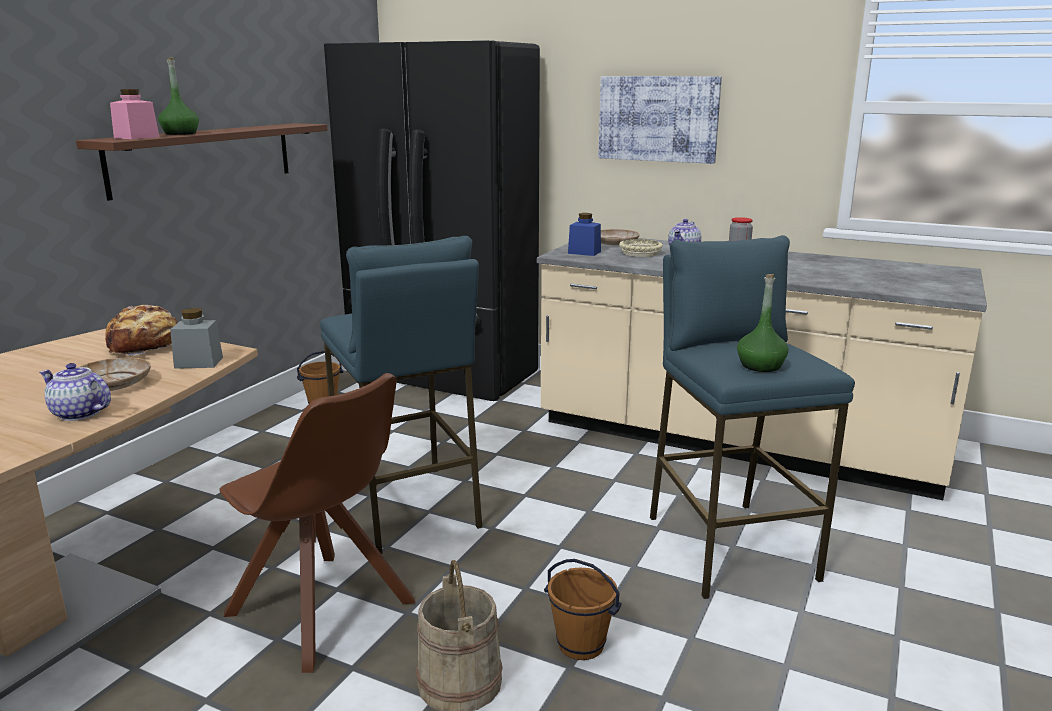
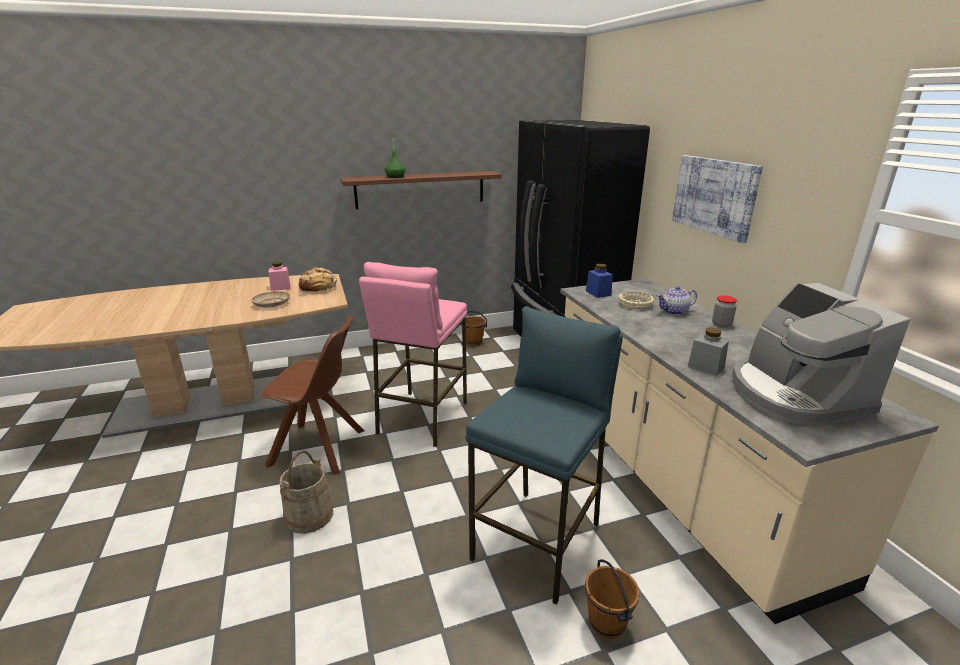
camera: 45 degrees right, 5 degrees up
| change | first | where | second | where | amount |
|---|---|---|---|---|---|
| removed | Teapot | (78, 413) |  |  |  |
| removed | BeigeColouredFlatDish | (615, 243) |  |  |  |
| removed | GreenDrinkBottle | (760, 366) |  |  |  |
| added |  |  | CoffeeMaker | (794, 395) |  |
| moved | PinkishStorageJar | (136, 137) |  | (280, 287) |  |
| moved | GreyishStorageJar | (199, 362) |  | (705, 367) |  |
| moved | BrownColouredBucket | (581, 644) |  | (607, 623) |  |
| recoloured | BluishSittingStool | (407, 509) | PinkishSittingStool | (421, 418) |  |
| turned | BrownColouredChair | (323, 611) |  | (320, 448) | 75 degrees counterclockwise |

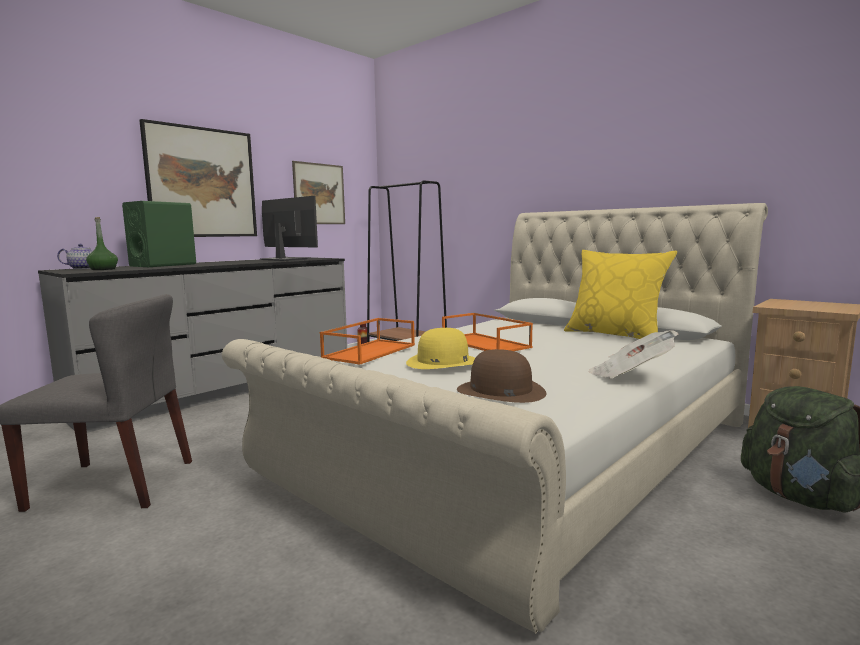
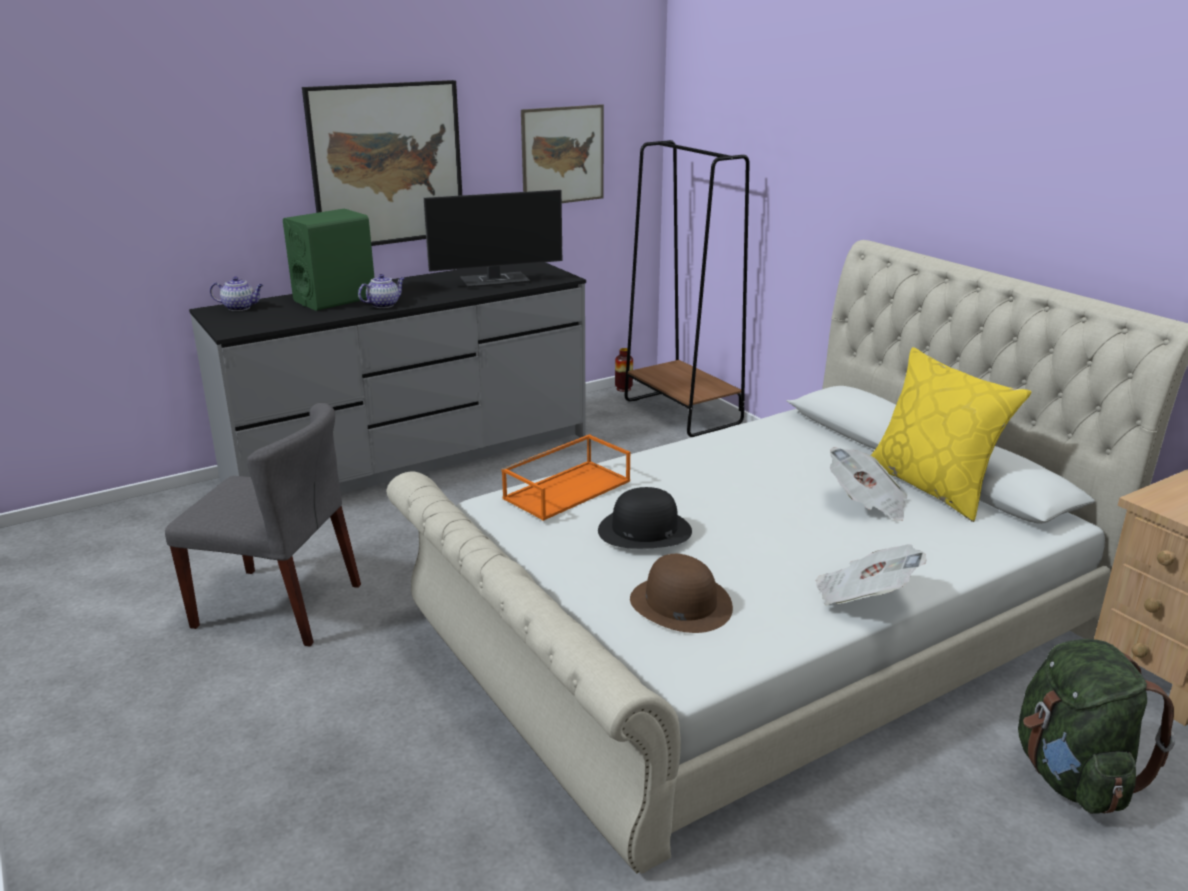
camera: 15 degrees right, 15 degrees up
| change | first | where | second | where | amount |
|---|---|---|---|---|---|
| removed | GreenDrinkBottle | (103, 269) |  |  |  |
| removed | OrangeColouredTray | (486, 343) |  |  |  |
| added |  |  | Teapot | (384, 305) |  |
| added |  |  | Newspaper | (867, 504) |  |
| recoloured | YellowColouredHat | (442, 362) | BlackHat | (644, 530) |  |
| turned | ComputerScreen | (283, 260) |  | (496, 281) | 105 degrees clockwise |

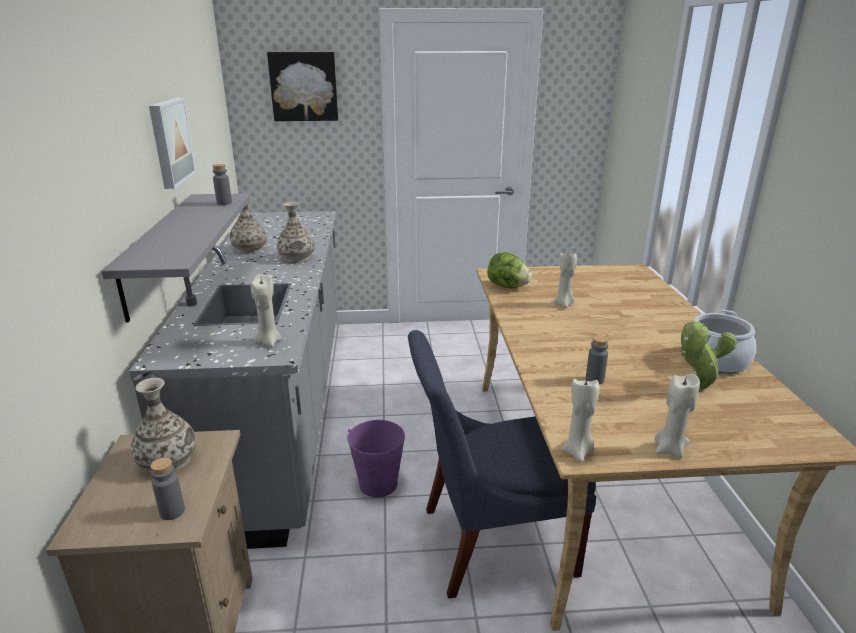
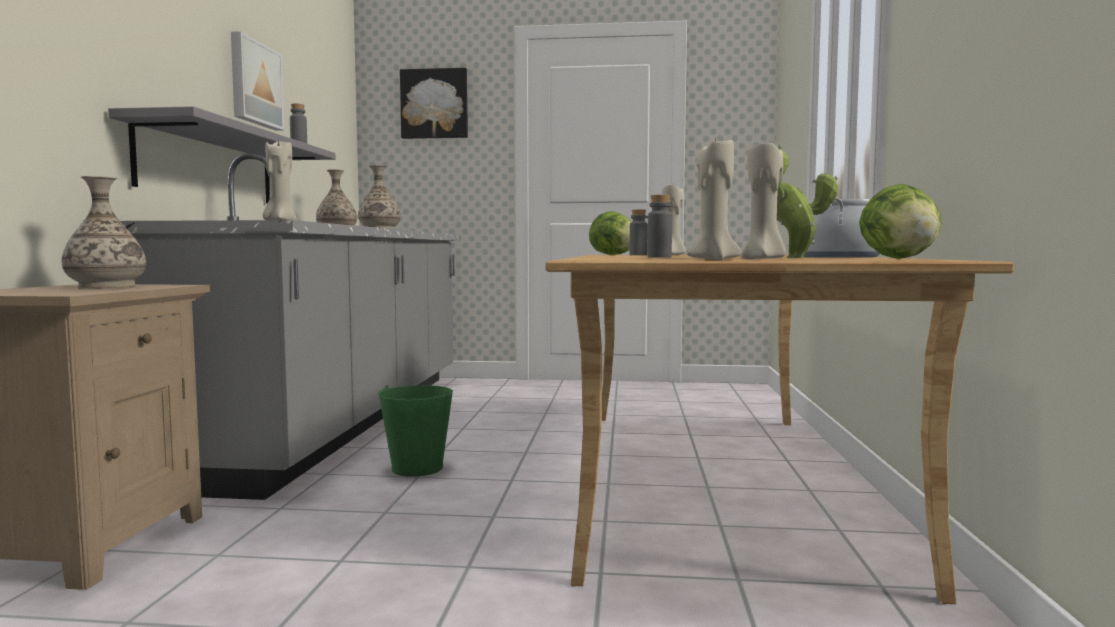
camera: 10 degrees right, 20 degrees down
| change | first | where | second | where | amount |
|---|---|---|---|---|---|
| removed | BluishChair | (490, 541) |  |  |  |
| added |  |  | Lettuce | (900, 259) |  |
| moved | GreyishDrinkBottle | (172, 511) |  | (638, 255) |  |
| moved | BeigeColouredWaxLight | (578, 452) |  | (764, 259) |  |
| recoloured | PurplishBucket | (378, 483) | GreenBucket | (417, 468) |  |

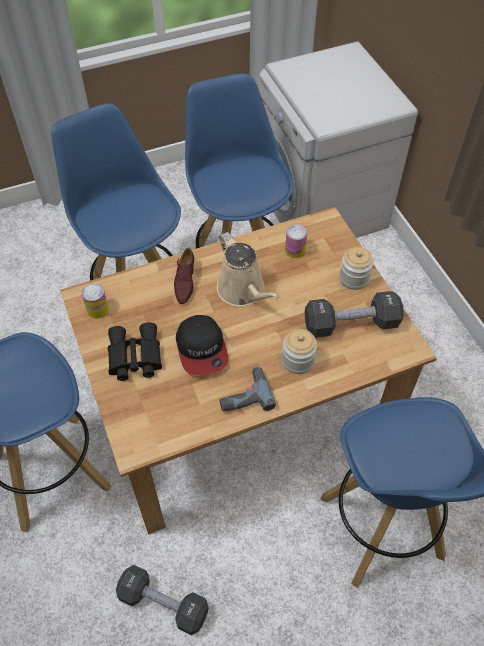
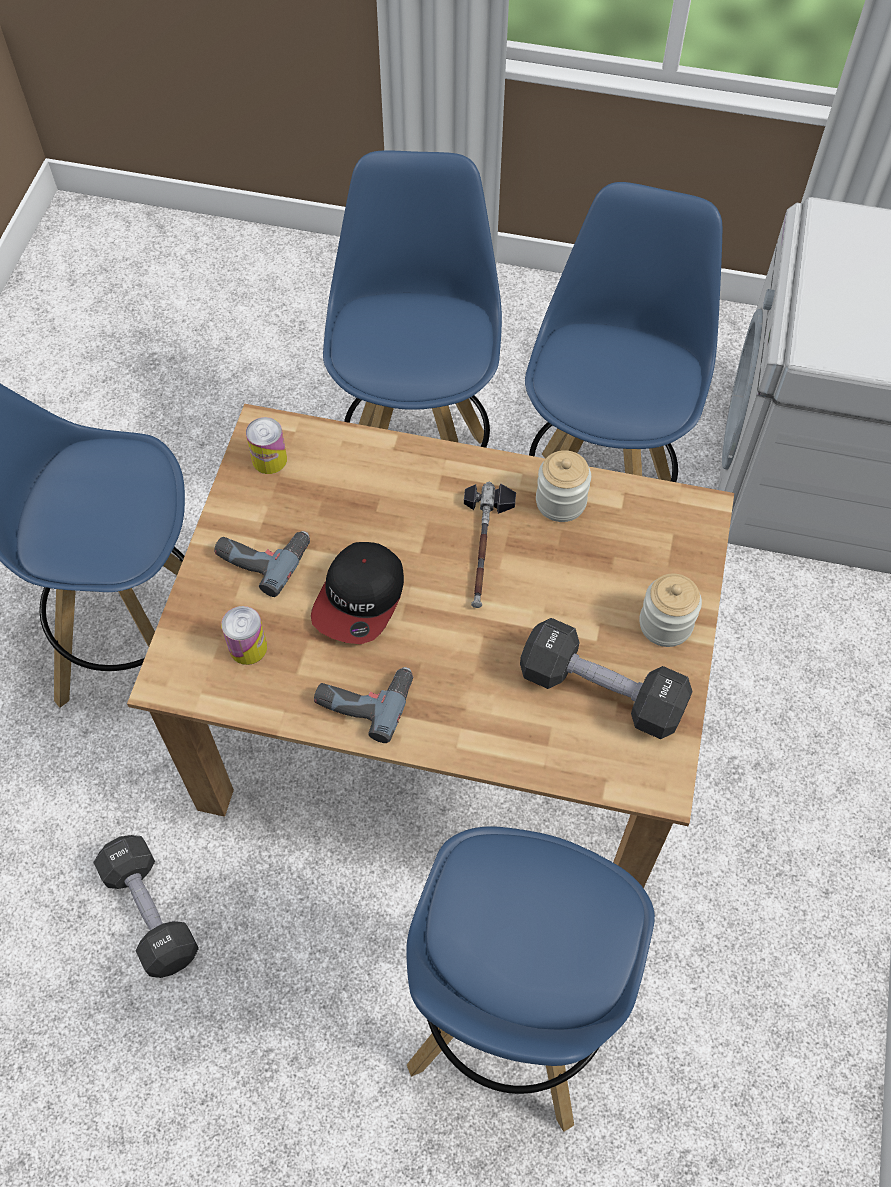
camera: 35 degrees right, 5 degrees up
| change | first | where | second | where | amount |
|---|---|---|---|---|---|
| removed | BrownColouredLowShoe | (184, 282) |  |  |  |
| moved | StorageJar | (298, 361) |  | (561, 502) |  |
| moved | MetalCan | (295, 250) |  | (248, 647) |  |
| replaced | BlackFieldGlasses | (133, 357) | Drill | (263, 555) |  |
| replaced | BeigeColouredWateringPot | (243, 291) | ToolHammer | (485, 548) |  |

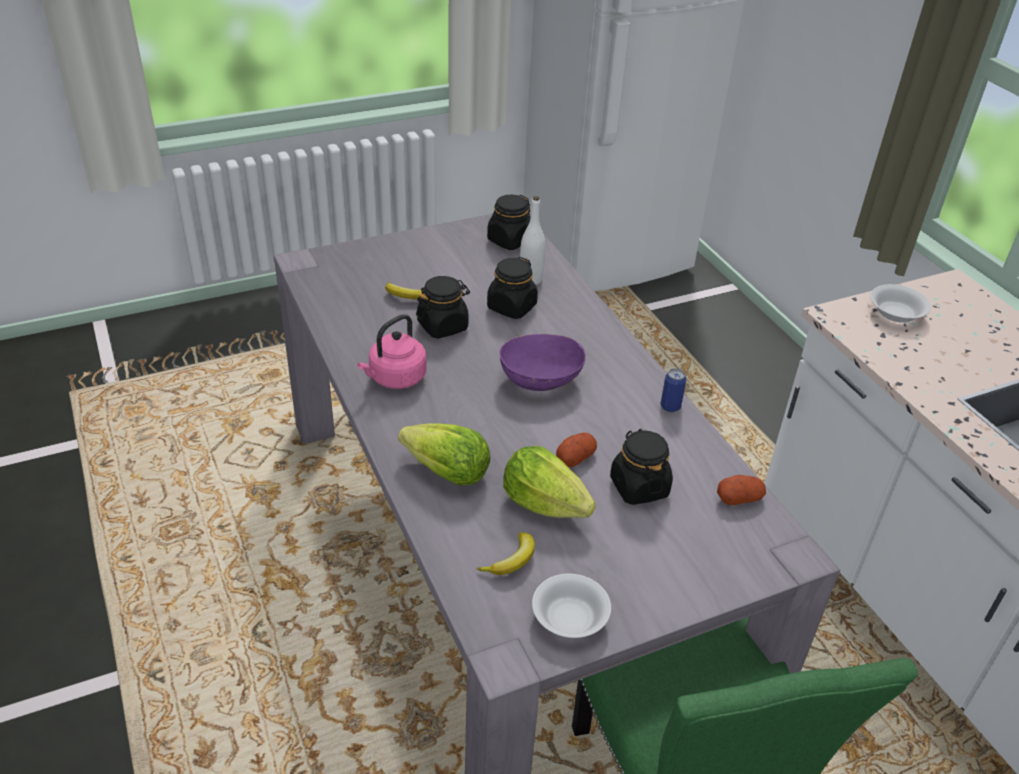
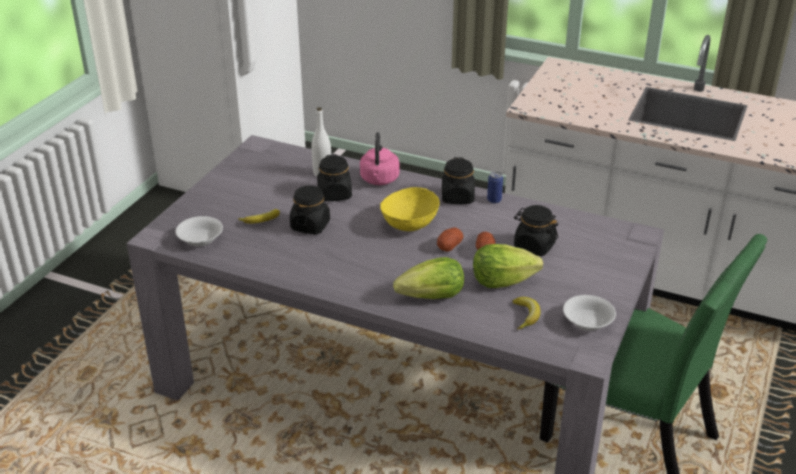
camera: 40 degrees left, 5 degrees down
| change | first | where | second | where | amount |
|---|---|---|---|---|---|
| moved | PinkishTeaKettle | (395, 378) |  | (379, 180) |  |
| moved | BlackStorageJar | (509, 240) |  | (457, 197) |  |
| moved | Spud | (739, 498) |  | (449, 246) |  |
| moved | WhiteColouredServingBowl | (896, 314) |  | (201, 239) |  |
| recoloured | PurplishServingBowl | (540, 379) | YellowColouredServingBowl | (409, 223) |  |

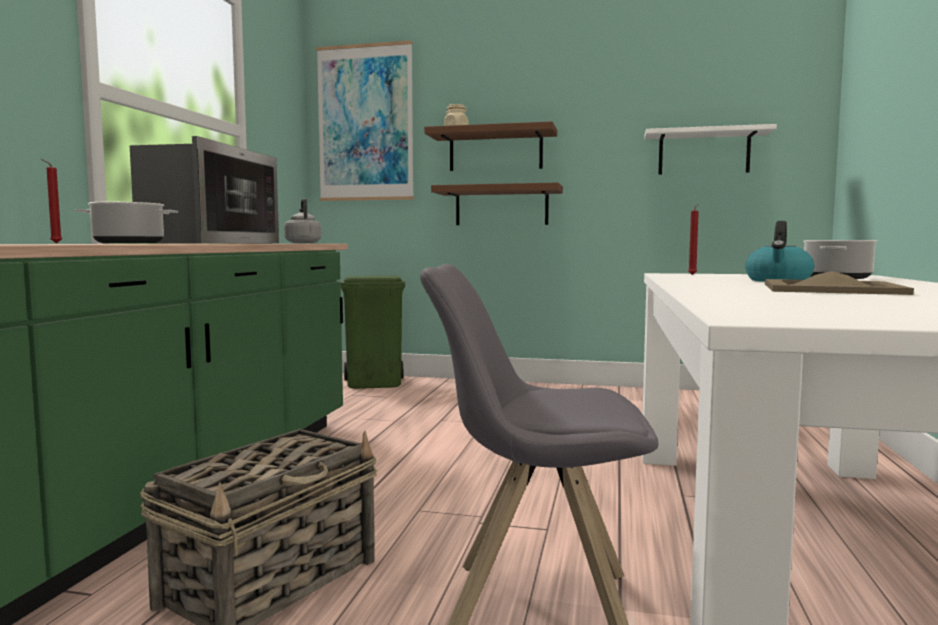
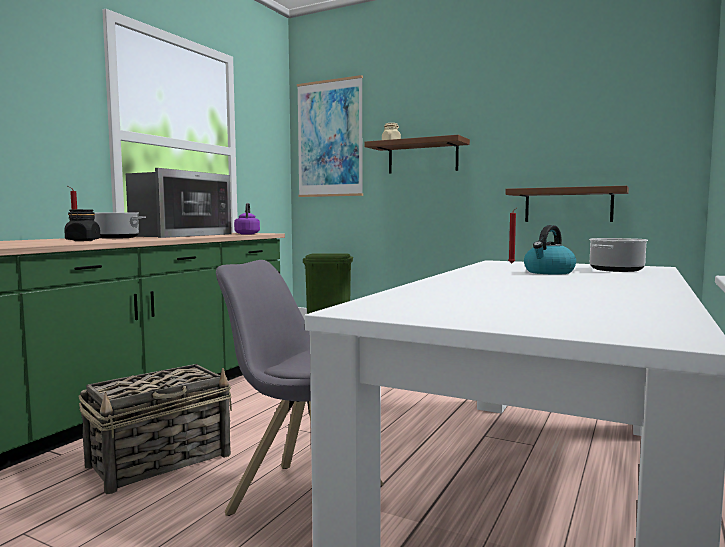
camera: 15 degrees right, 0 degrees up
| change | first | where | second | where | amount |
|---|---|---|---|---|---|
| removed | WhiteColouredShelf | (703, 153) |  |  |  |
| removed | BeigeColouredTray | (829, 289) |  |  |  |
| added |  |  | BlackStorageJar | (83, 240) |  |
| moved | BrownColouredShelf | (501, 206) |  | (568, 205) |  |
| recoloured | GreyishTeaKettle | (303, 243) | PurplishTeaKettle | (247, 234) |  |

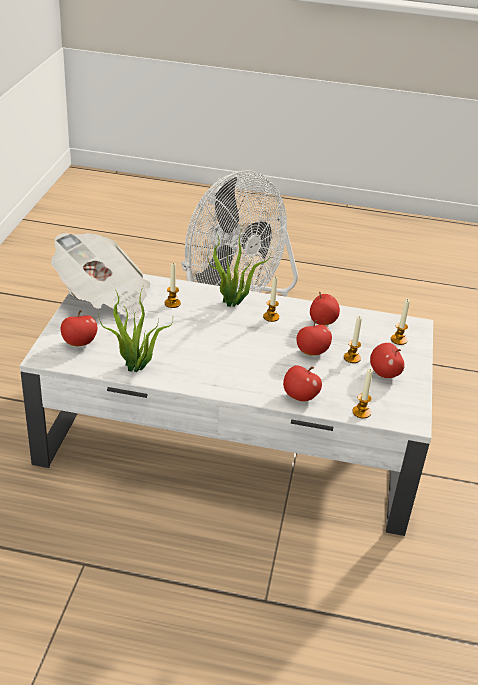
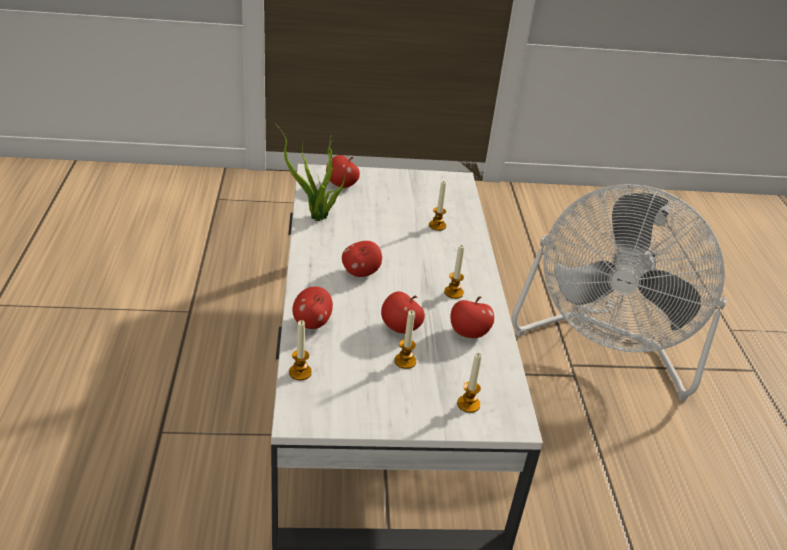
camera: 75 degrees right, 0 degrees up
| change | first | where | second | where | amount |
|---|---|---|---|---|---|
| removed | Newspaper | (104, 297) |  |  |  |
| removed | PlantInAPot | (232, 304) |  |  |  |
| moved | Apple | (384, 373) |  | (360, 273) |  |

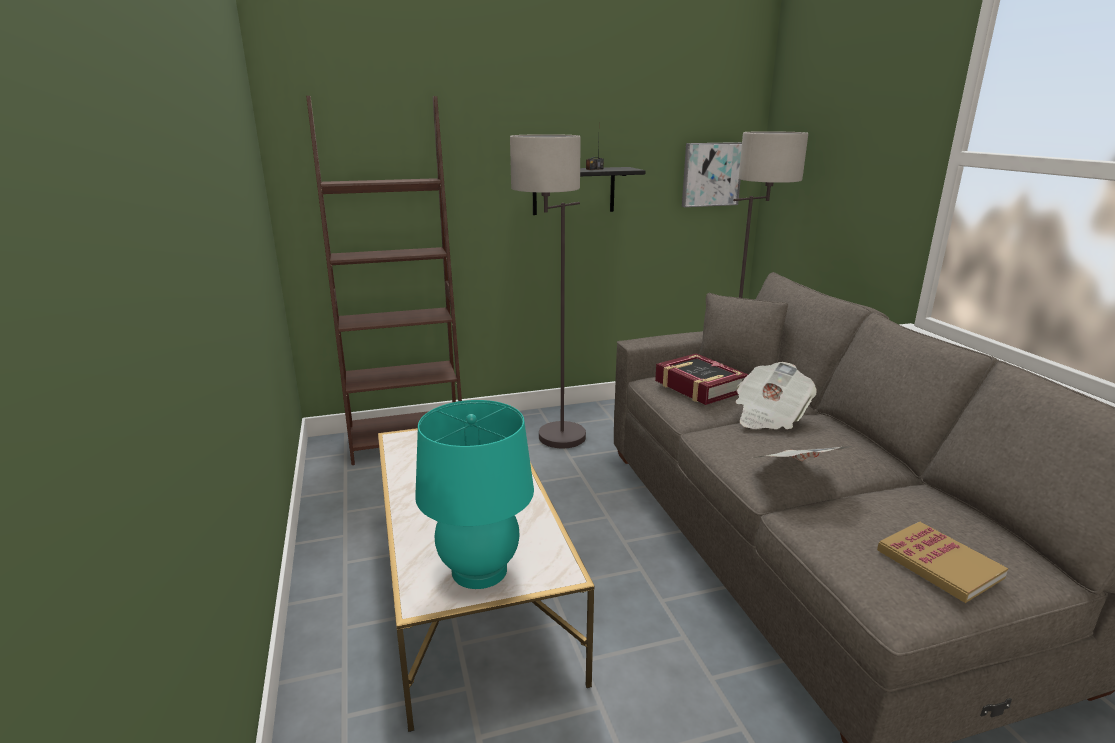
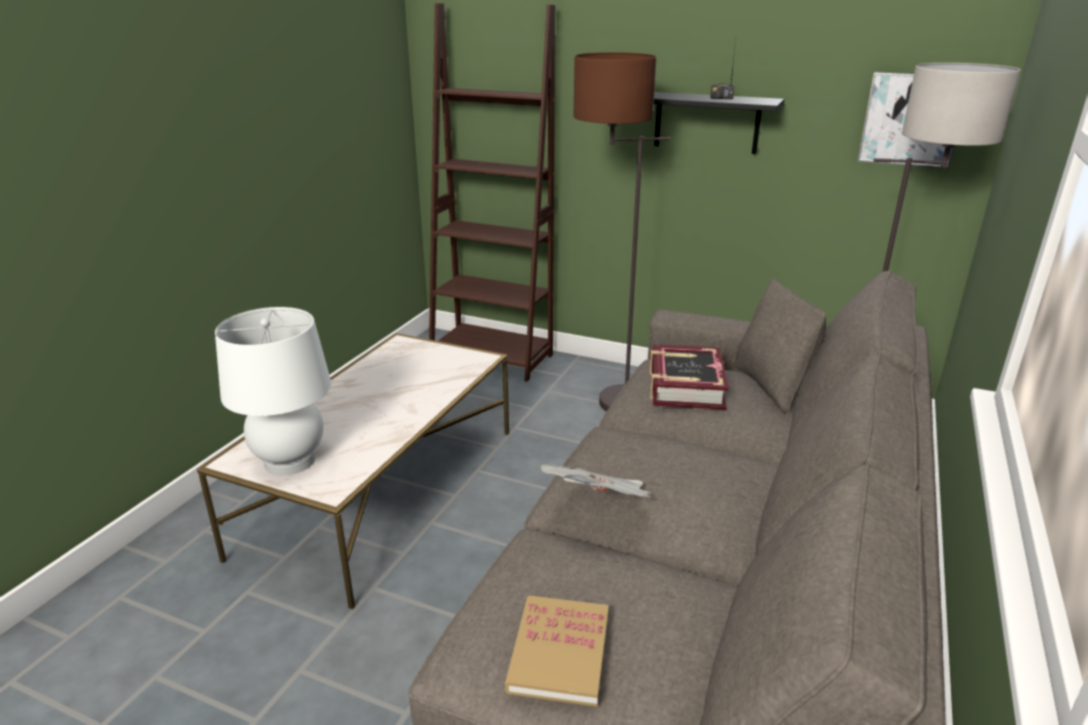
camera: 40 degrees right, 5 degrees up
| change | first | where | second | where | amount |
|---|---|---|---|---|---|
| removed | Newspaper | (769, 416) |  |  |  |
| recoloured | BlueGreenLampForATable | (479, 570) | WhiteColouredLampForATable | (290, 461) |  |
| recoloured | GreyishStandardLamp | (552, 442) | BrownColouredStandardLamp | (609, 404) |  |

